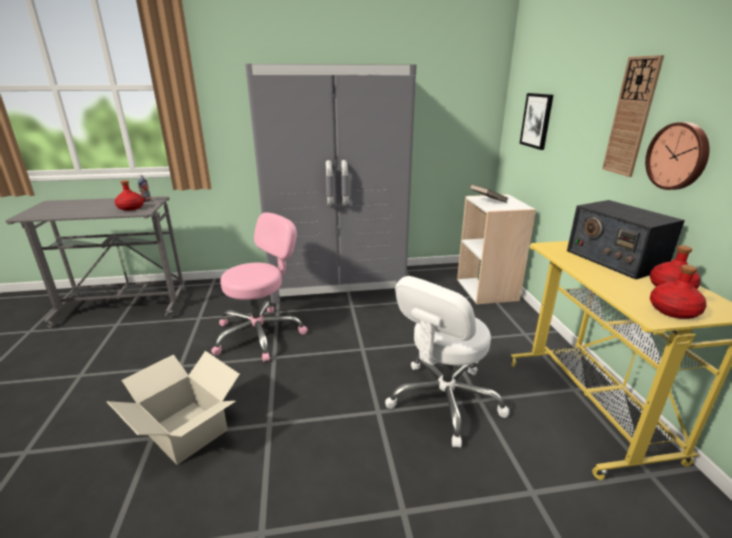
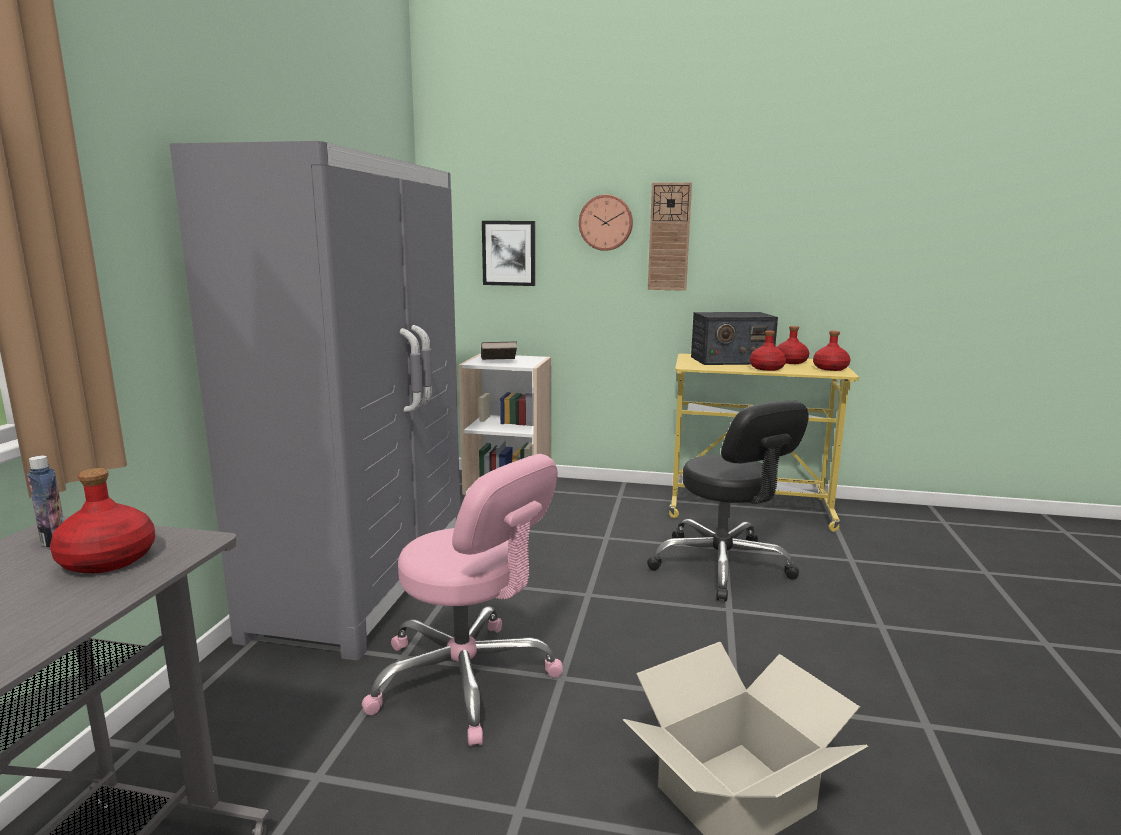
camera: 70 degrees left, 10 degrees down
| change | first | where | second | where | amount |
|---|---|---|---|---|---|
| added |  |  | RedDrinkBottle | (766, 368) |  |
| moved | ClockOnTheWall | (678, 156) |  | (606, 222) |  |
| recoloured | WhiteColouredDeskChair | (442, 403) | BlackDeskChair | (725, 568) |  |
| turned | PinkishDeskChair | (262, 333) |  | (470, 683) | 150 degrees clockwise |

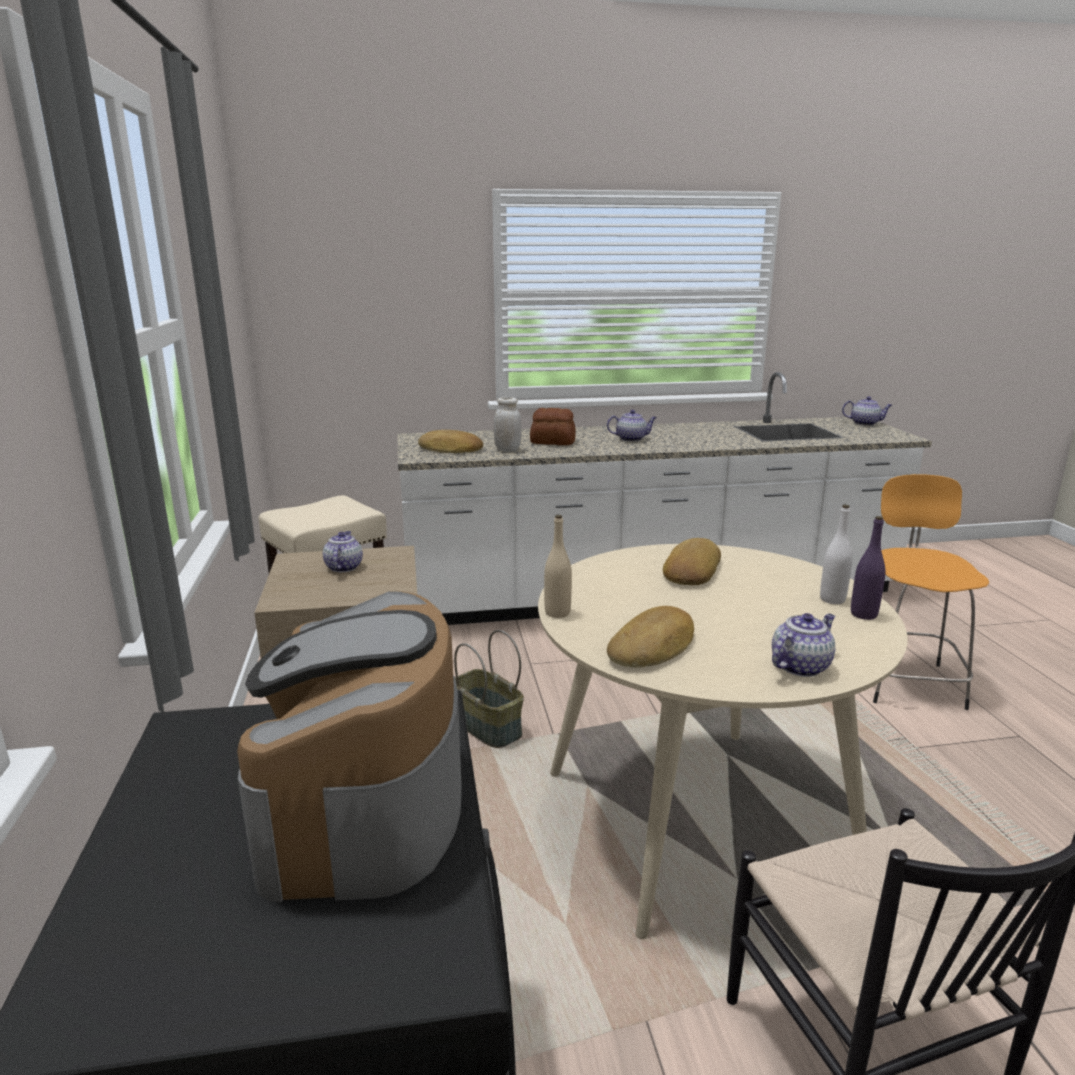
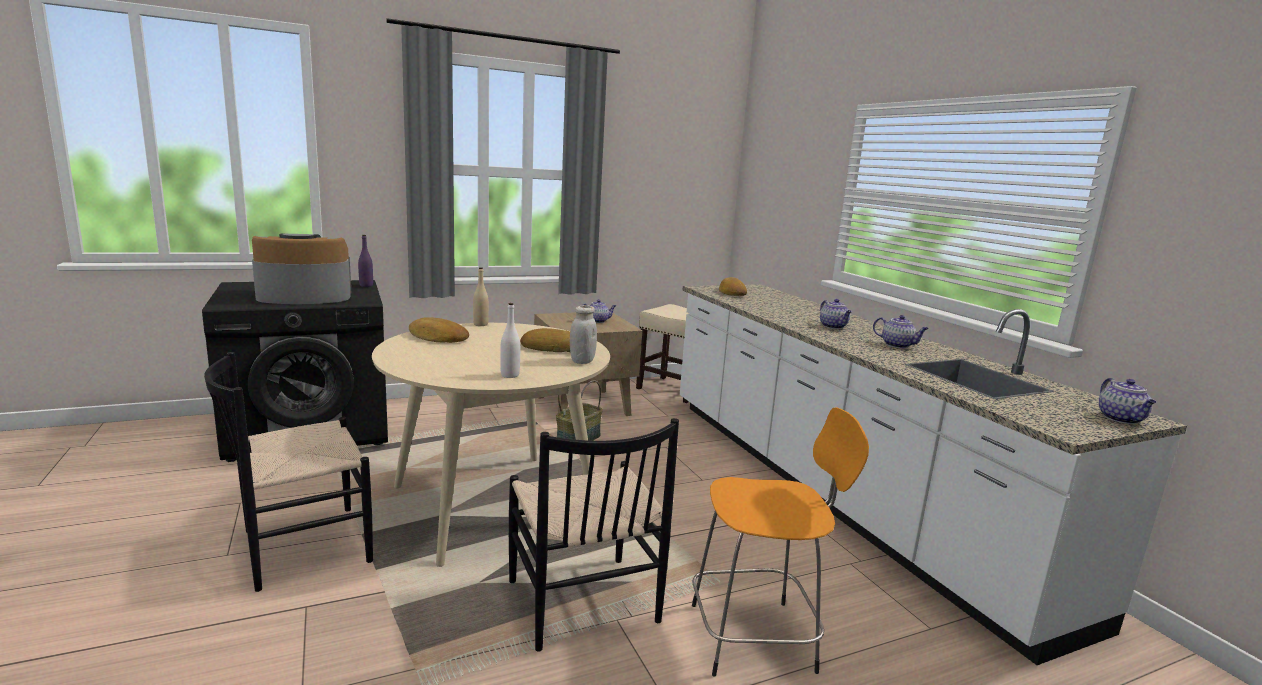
camera: 75 degrees right, 5 degrees down
| change | first | where | second | where | amount |
|---|---|---|---|---|---|
| removed | Bread | (552, 442) |  |  |  |
| added |  |  | BlackChair | (584, 606) |  |
| moved | WhiteColouredStorageJar | (507, 450) |  | (582, 361) |  |
| moved | Teapot | (800, 666) |  | (897, 345) |  |
| moved | PurplishDrinkBottle | (863, 614) |  | (366, 285) |  |

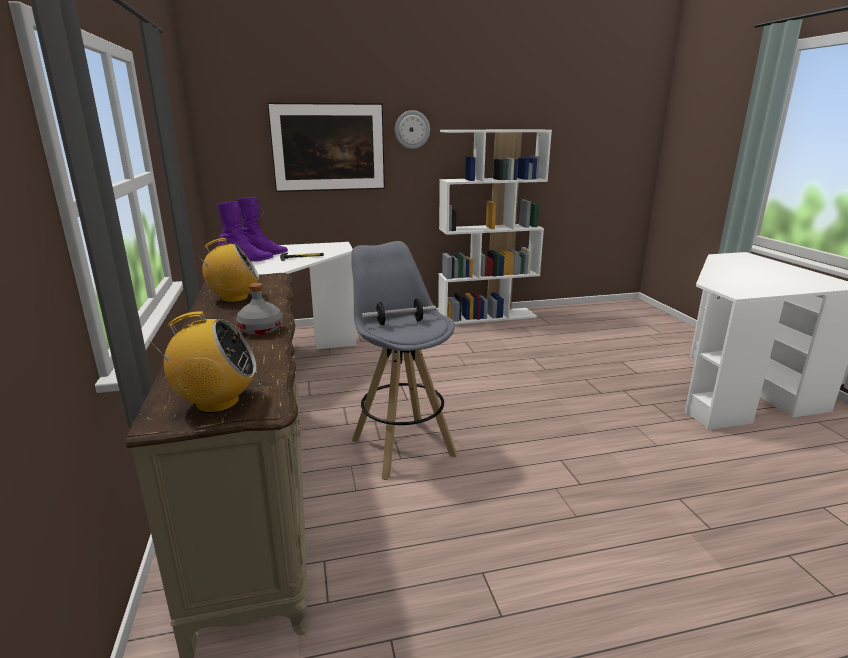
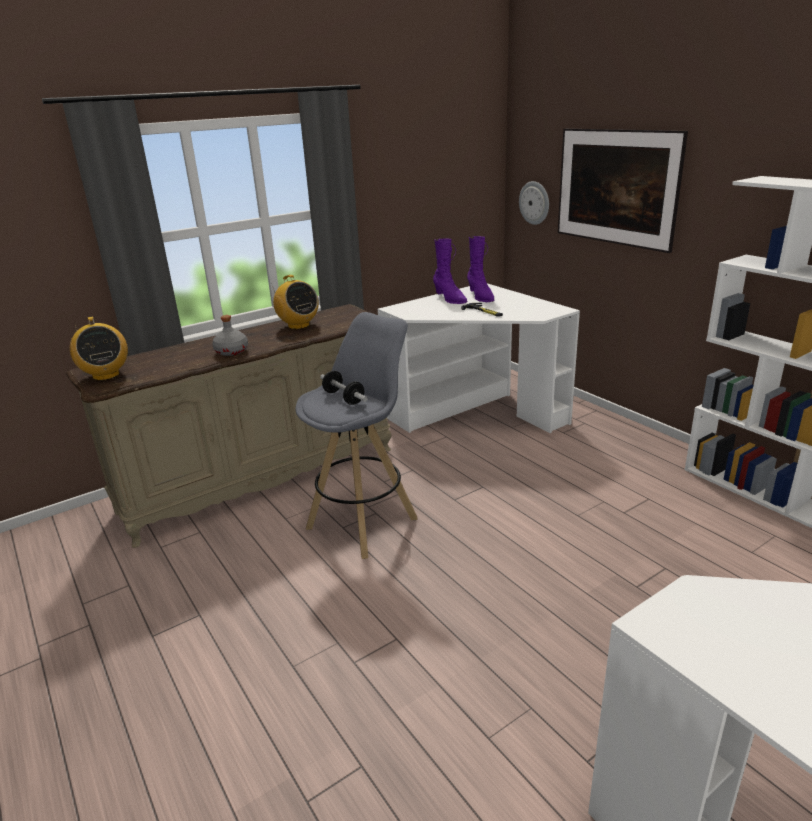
camera: 70 degrees right, 5 degrees up
| change | first | where | second | where | amount |
|---|---|---|---|---|---|
| moved | ClockOnTheWall | (412, 129) |  | (534, 203) |  |

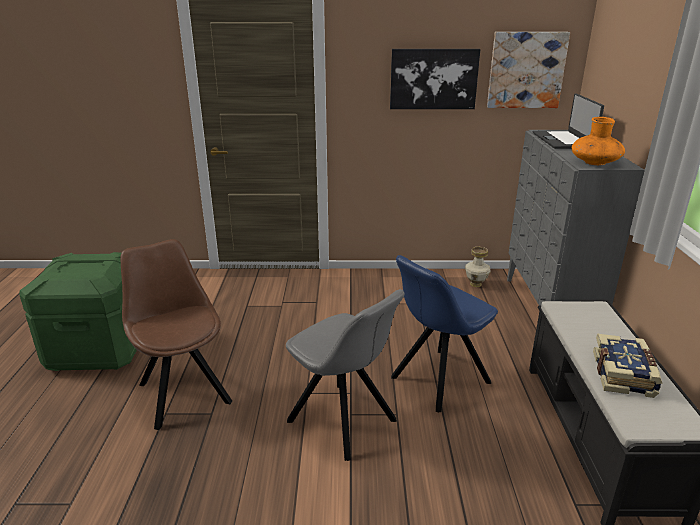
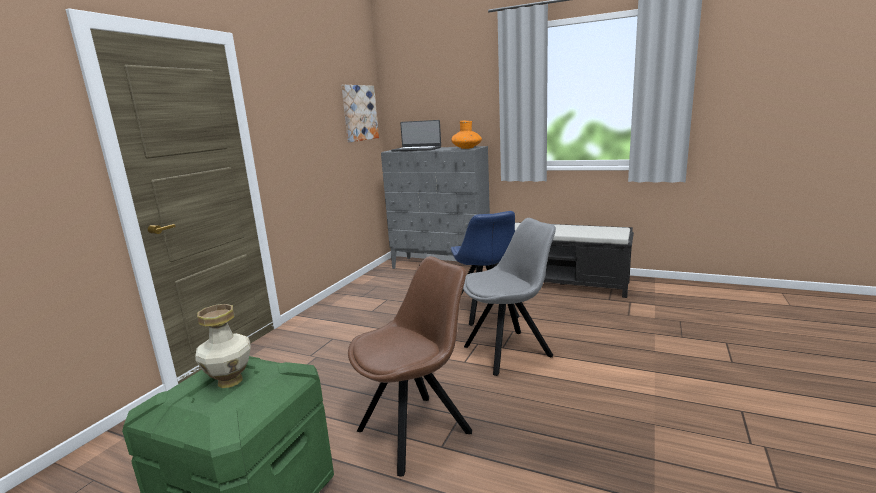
camera: 65 degrees left, 10 degrees down
| change | first | where | second | where | amount |
|---|---|---|---|---|---|
| removed | WallPicture | (433, 79) |  |  |  |
| removed | BoundBook | (624, 375) |  |  |  |
| moved | FlowerVase | (475, 284) |  | (230, 381) |  |
| turned | BrownColouredChair | (183, 393) |  | (415, 431) | 150 degrees clockwise |

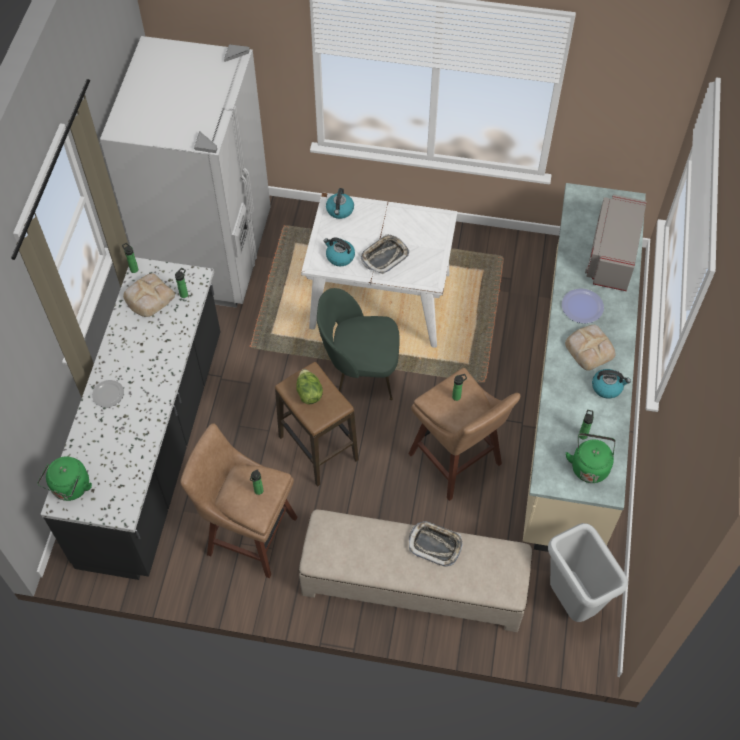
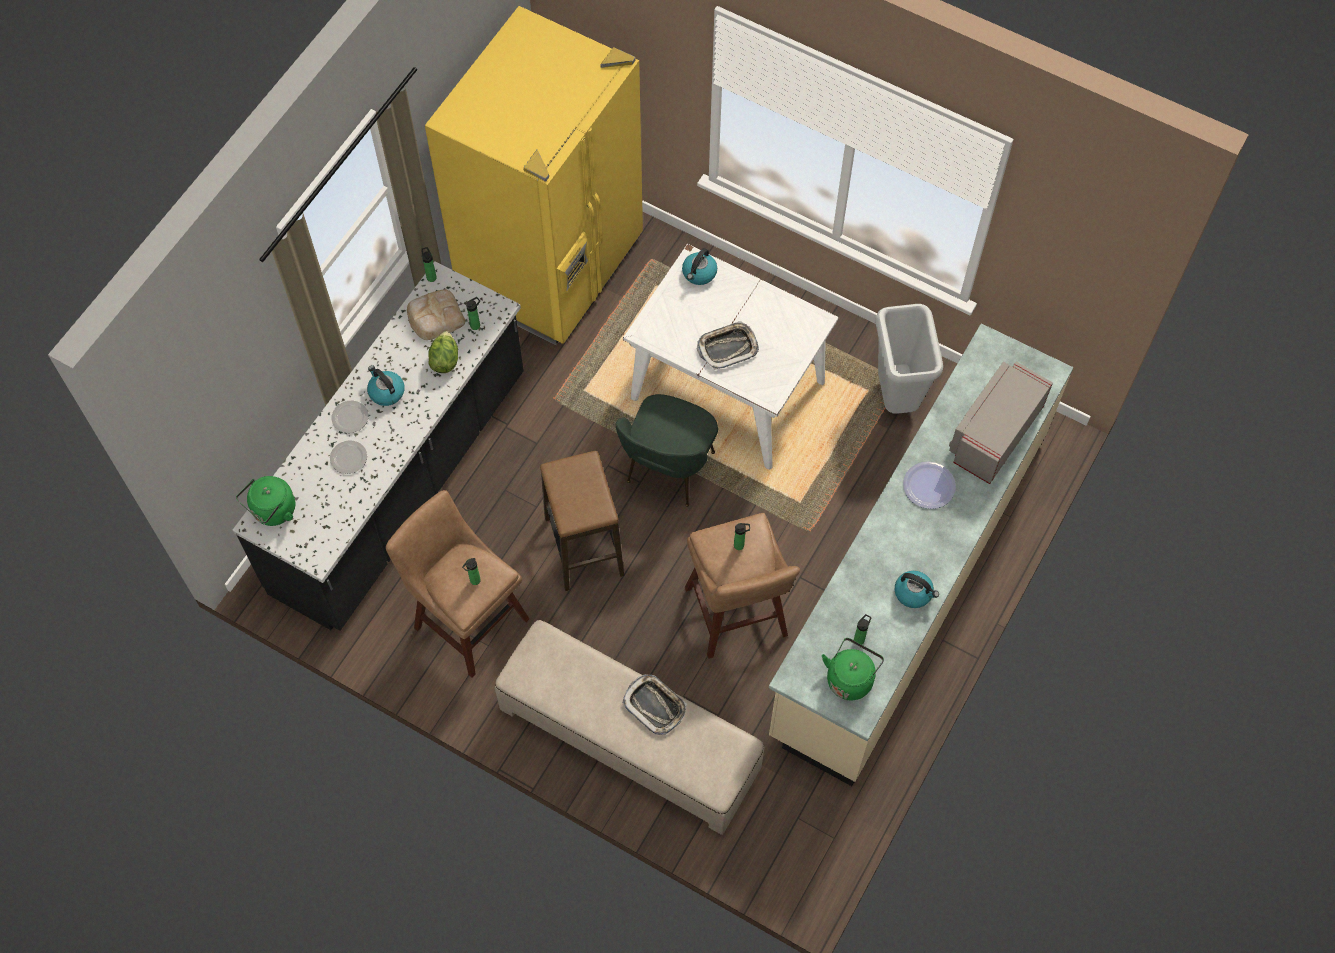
camera: 20 degrees right, 5 degrees up
| change | first | where | second | where | amount |
|---|---|---|---|---|---|
| removed | Bread | (589, 348) |  |  |  |
| added |  |  | FlatDish | (348, 457) |  |
| moved | Lettuce | (309, 393) |  | (444, 360) |  |
| moved | TeaKettle | (339, 257) |  | (386, 392) |  |
| moved | GreyishRubbishBin | (572, 601) |  | (897, 397) |  |
| recoloured | WhiteColouredFridge | (210, 251) | YellowColouredFridge | (552, 265) |  |
| turned | GreenChair | (360, 374) |  | (667, 474) | 90 degrees counterclockwise |

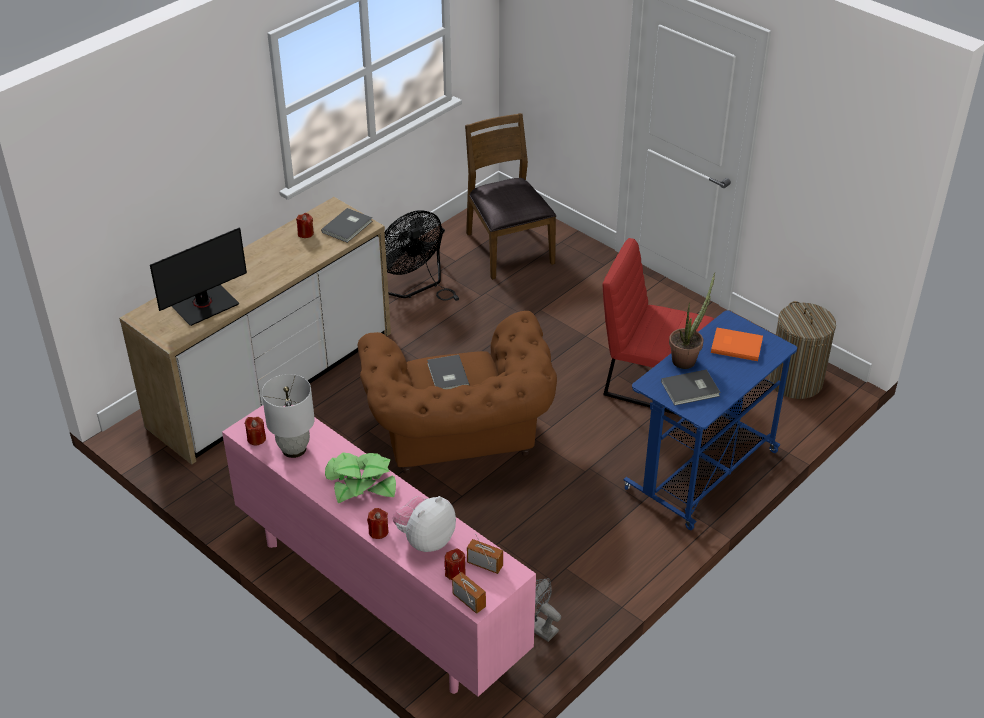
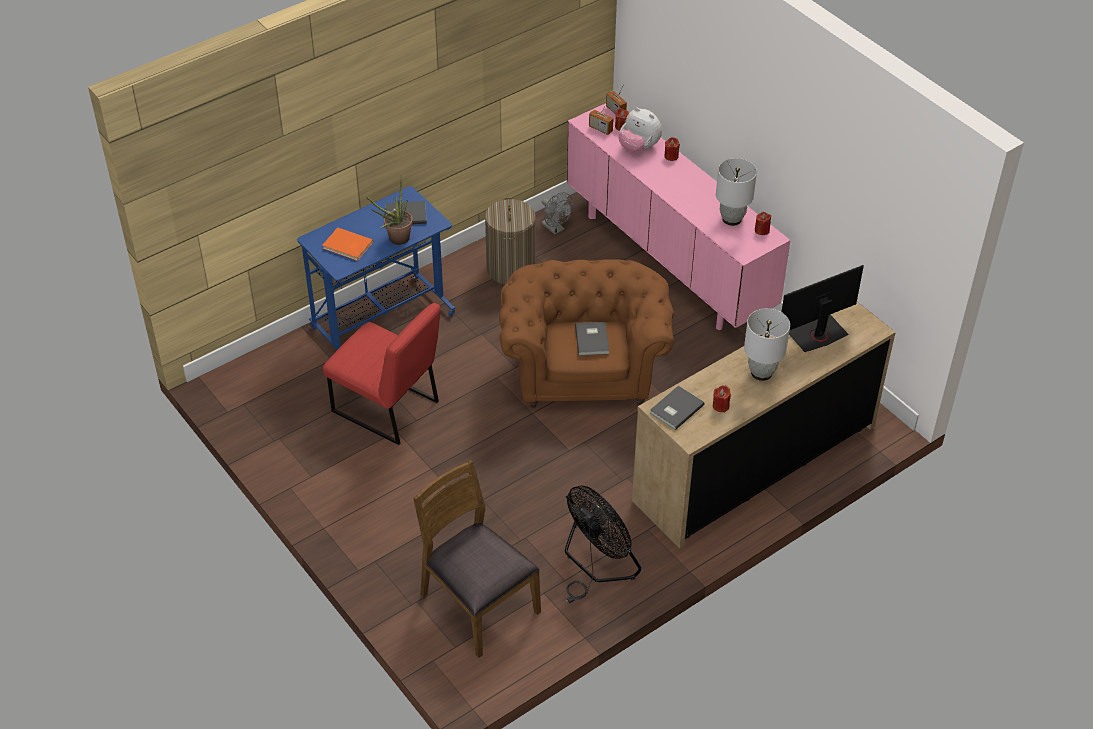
camera: 170 degrees left, 5 degrees up
| change | first | where | second | where | amount |
|---|---|---|---|---|---|
| removed | PlantInAPot | (361, 482) |  |  |  |
| added |  |  | WhiteColouredLampForATable | (761, 372) |  |
| moved | Hamper | (795, 381) |  | (510, 269) |  |
| turned | BlackCoolingFan | (418, 284) |  | (592, 563) | 105 degrees counterclockwise |
| turned | PlushToy | (425, 540) |  | (639, 147) | 75 degrees clockwise |
| turned | BrownColouredChair | (507, 248) |  | (478, 603) | 150 degrees clockwise |

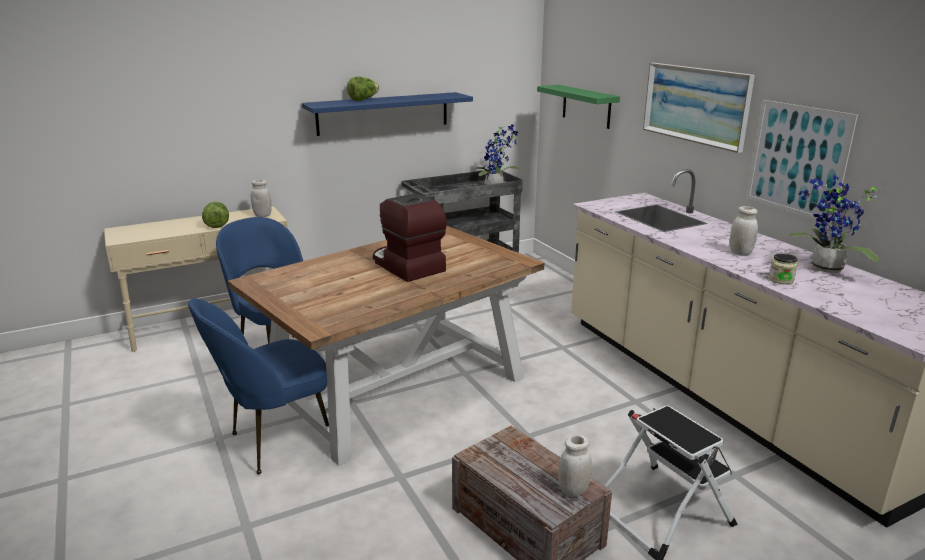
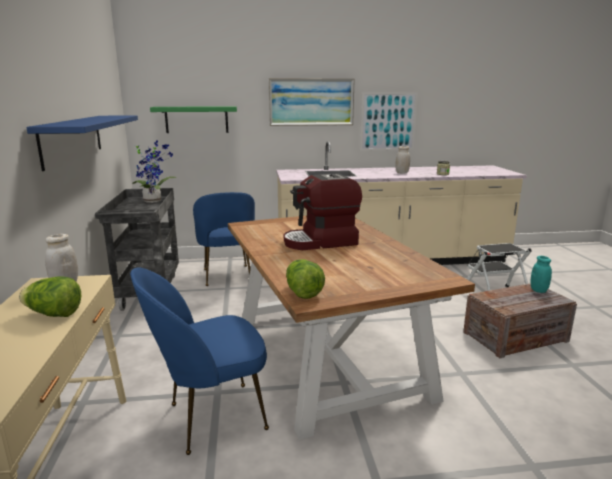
camera: 70 degrees left, 5 degrees down
| change | first | where | second | where | amount |
|---|---|---|---|---|---|
| removed | PlantInAPot | (824, 269) |  |  |  |
| moved | BluishChair | (273, 443) |  | (227, 277) |  |
| moved | Lettuce | (363, 99) |  | (302, 292) |  |
| recoloured | WhiteColouredStorageJar | (573, 490) | BlueGreenStorageJar | (538, 290) |  |

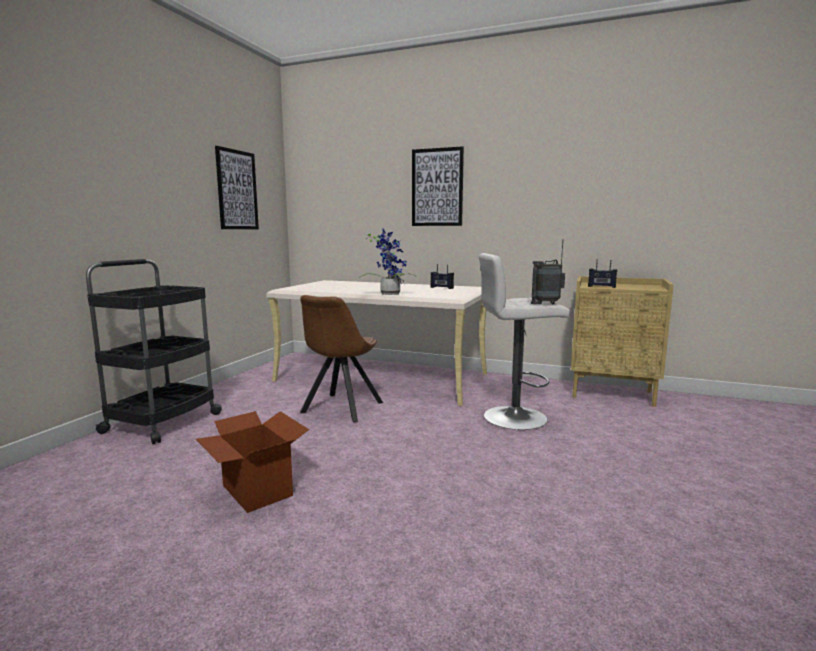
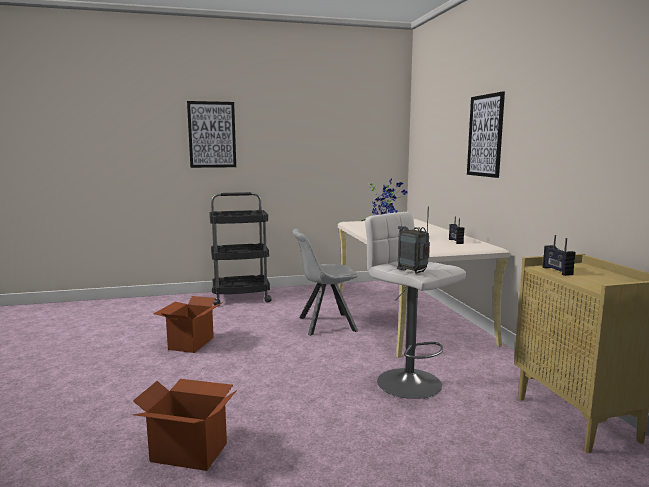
camera: 55 degrees right, 0 degrees up
| change | first | where | second | where | amount |
|---|---|---|---|---|---|
| added |  |  | PackingBox | (189, 452) |  |
| moved | WallPicture | (237, 190) |  | (212, 134) |  |
| recoloured | BrownColouredChair | (341, 408) | GreyishChair | (325, 324) |  |

